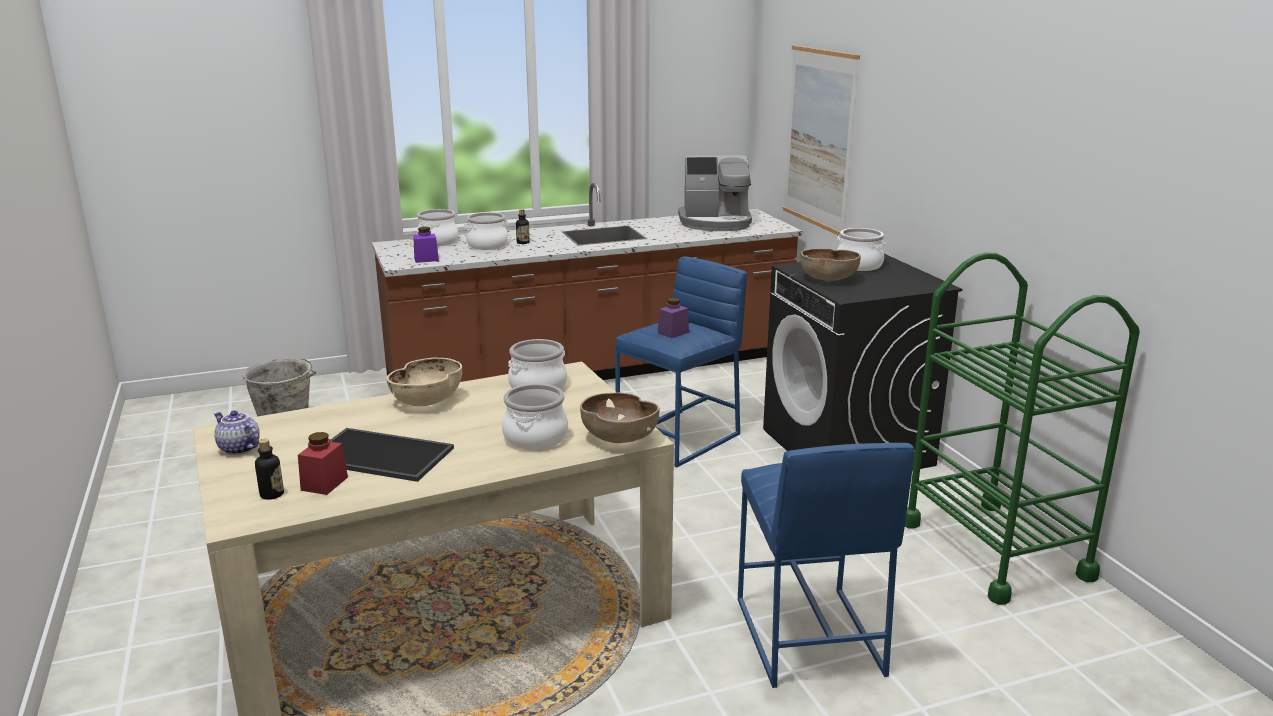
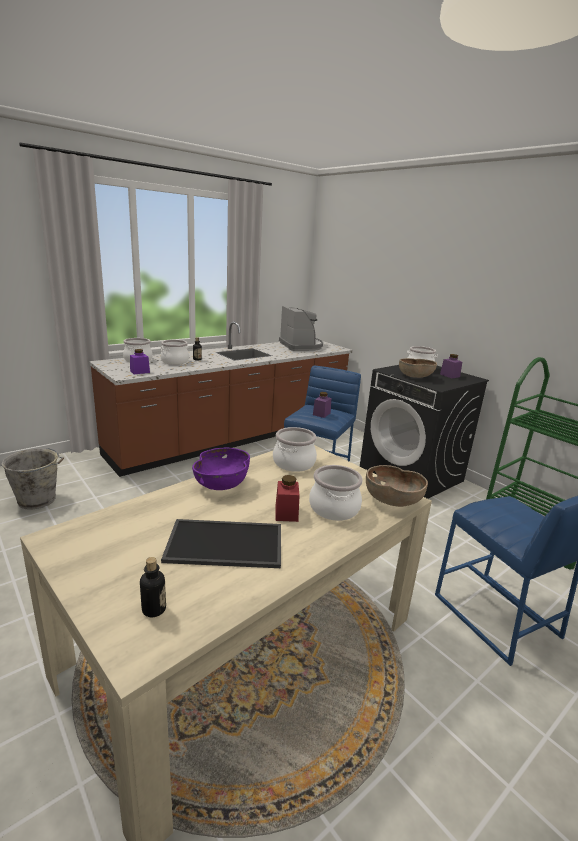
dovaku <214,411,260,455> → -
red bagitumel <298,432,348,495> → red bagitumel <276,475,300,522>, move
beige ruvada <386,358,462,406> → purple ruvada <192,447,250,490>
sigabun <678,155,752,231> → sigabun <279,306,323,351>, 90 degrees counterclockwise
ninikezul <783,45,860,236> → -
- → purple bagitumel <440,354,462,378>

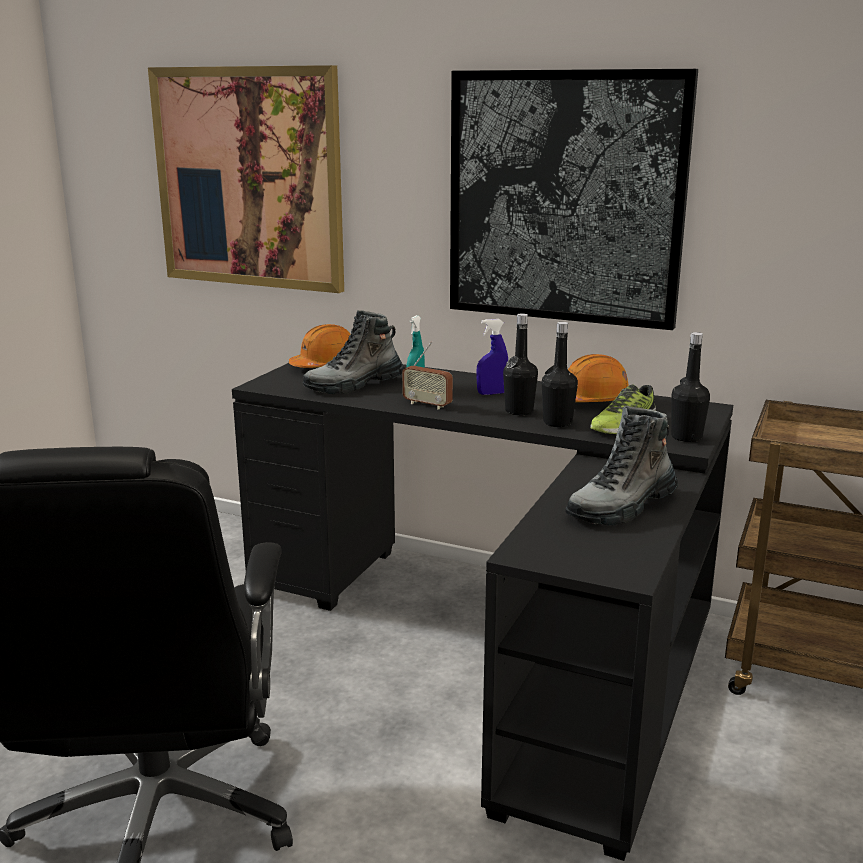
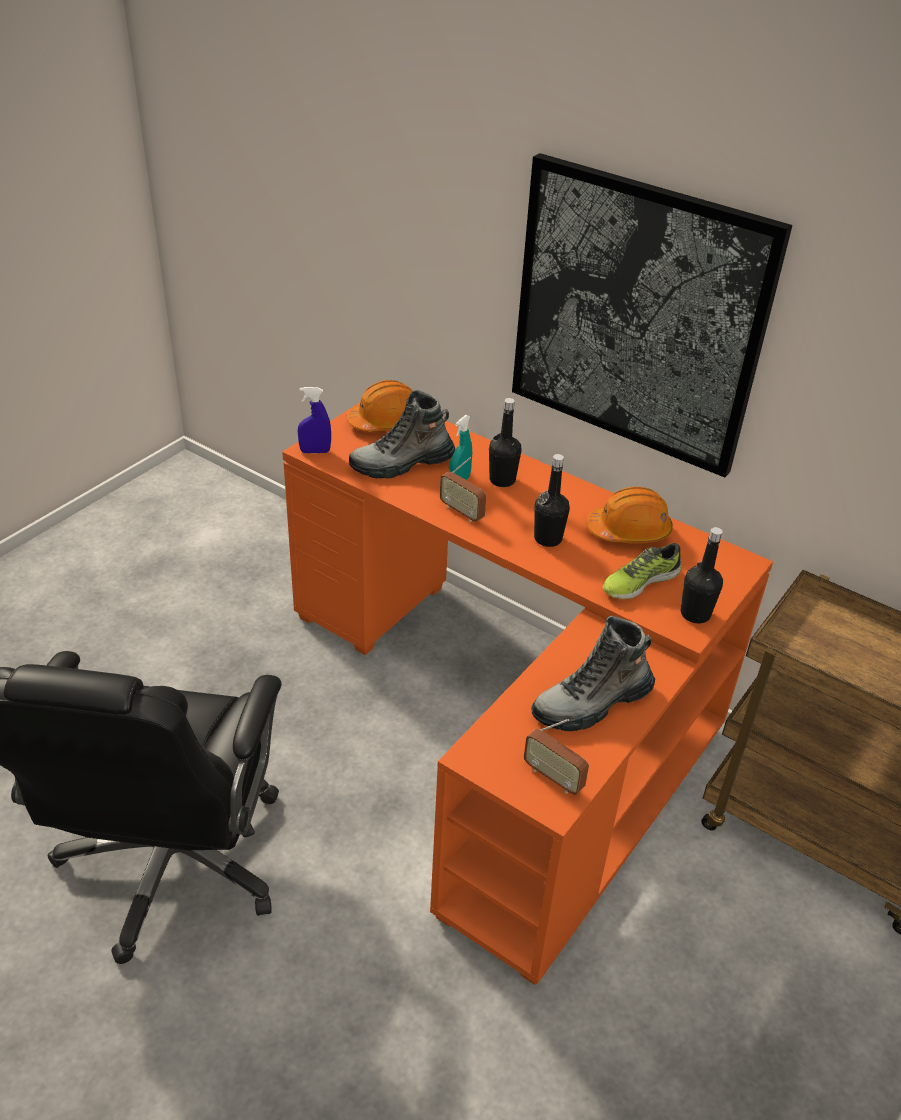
ninikezul <148,65,344,293> → -
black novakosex <232,363,733,861> → orange novakosex <282,403,773,985>
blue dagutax <476,319,508,395> → blue dagutax <298,387,331,453>, move
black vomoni <542,322,578,427> → black vomoni <489,398,522,487>, move
- → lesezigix <524,719,589,795>

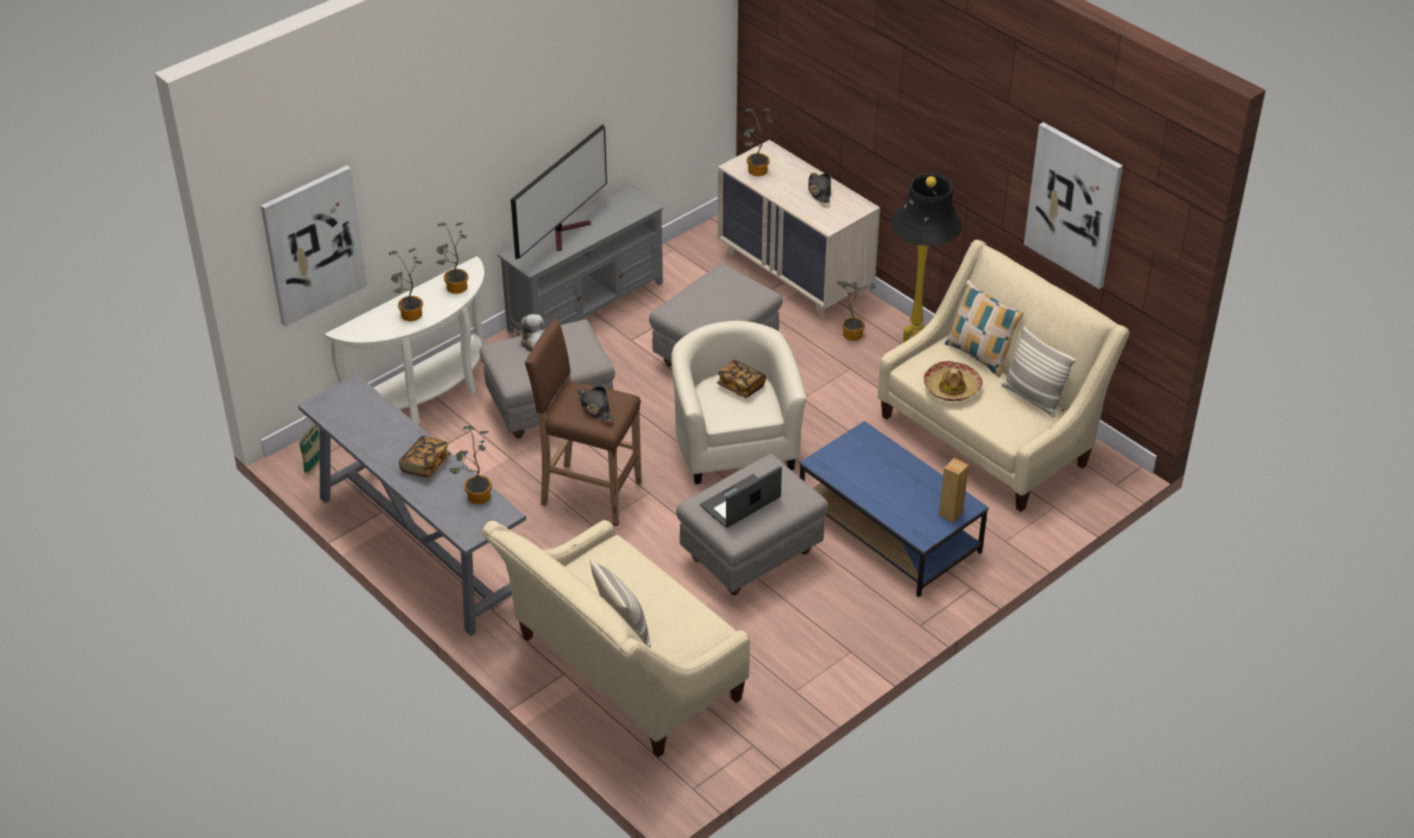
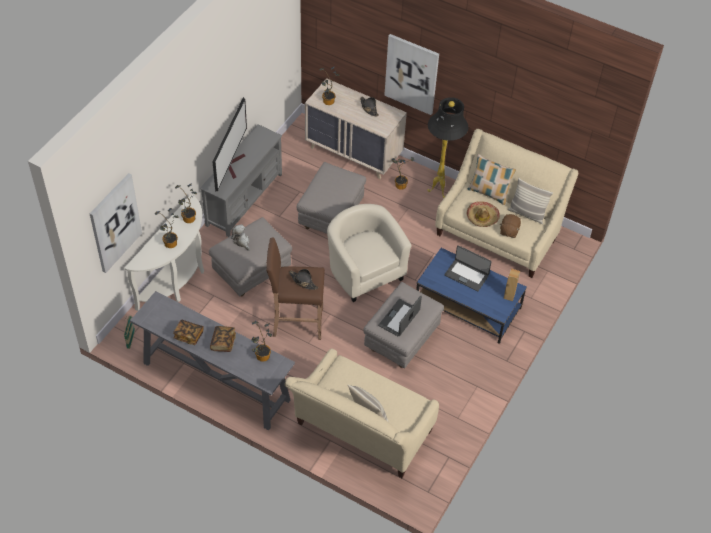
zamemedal <717,360,766,398> → zamemedal <173,320,204,345>, move
ninikezul <1024,122,1123,289> → ninikezul <384,34,439,115>, move
- → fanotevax <444,245,492,291>
- → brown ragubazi <500,214,521,238>

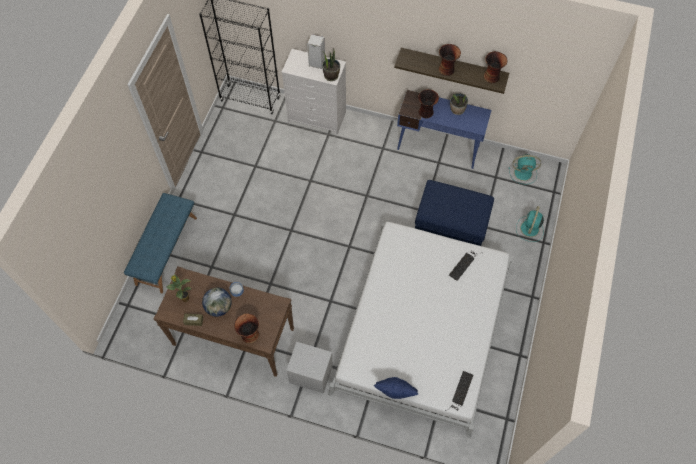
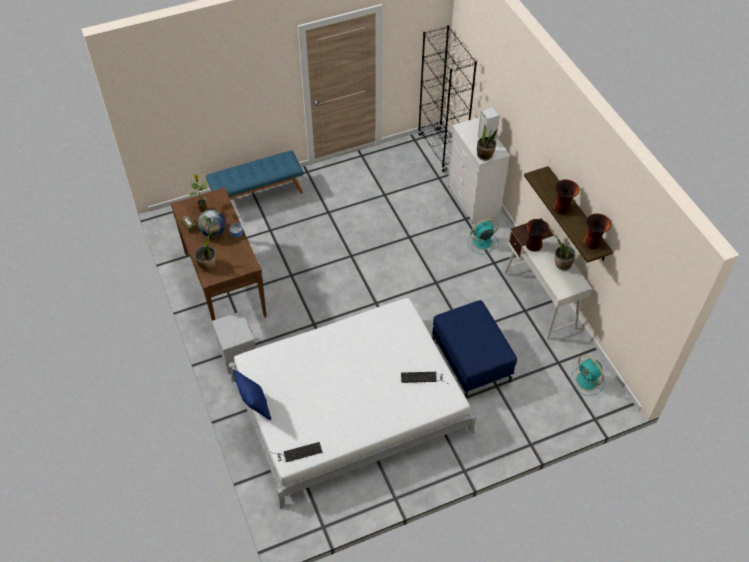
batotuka <234,313,259,344> → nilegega <194,235,216,271>
blue novakosex <397,90,491,169> → white novakosex <504,218,592,340>
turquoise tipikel <516,206,544,242> → turquoise tipikel <467,219,499,254>, move

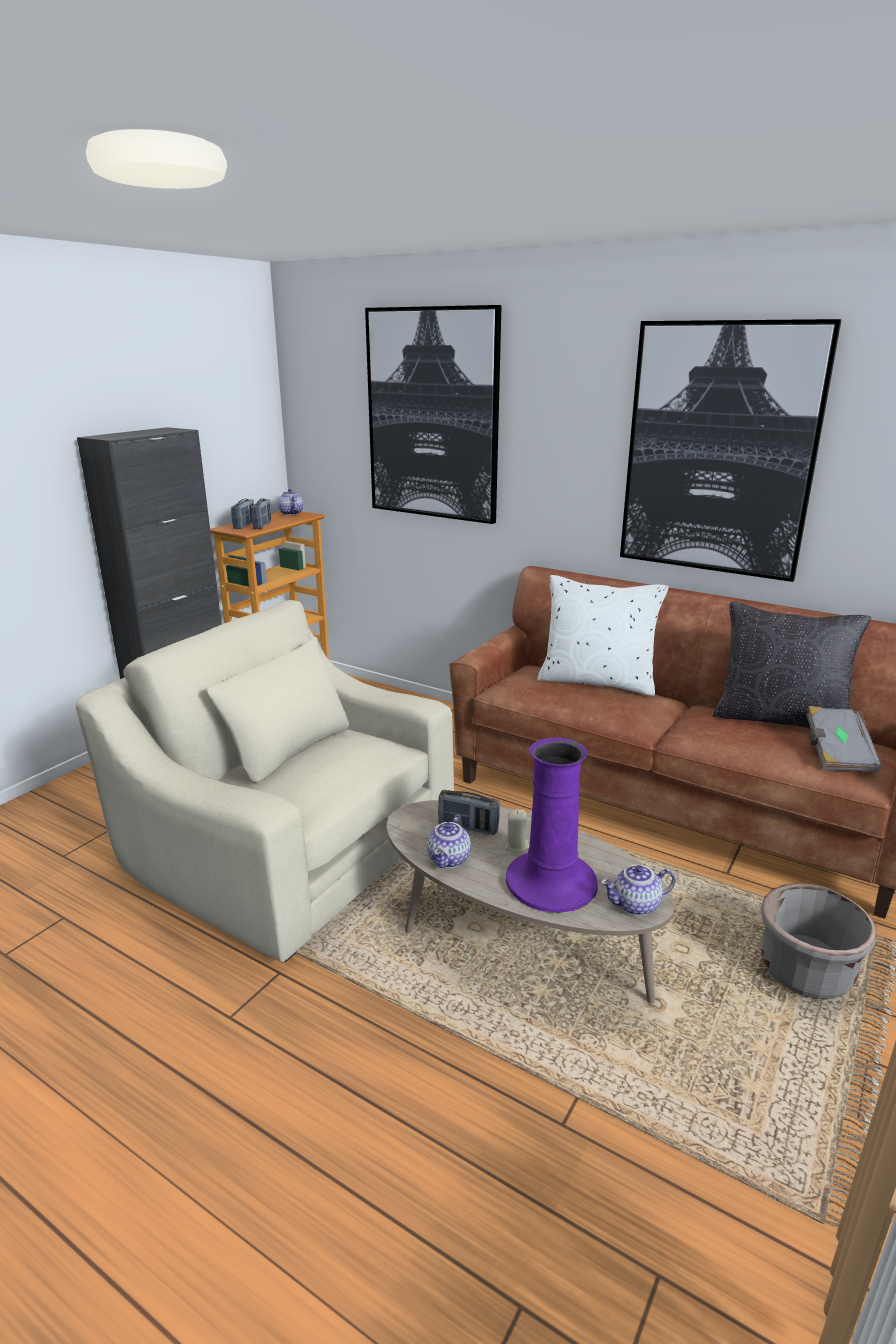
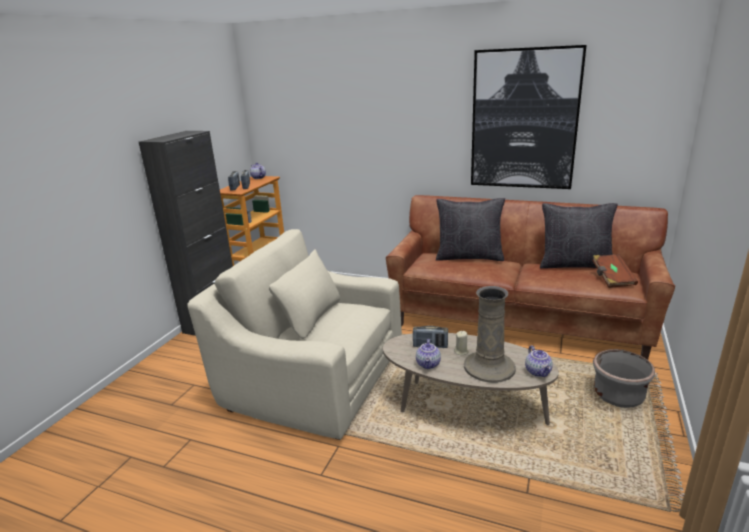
ninikezul <365,305,502,524> → -
purple batotuka <506,738,598,913> → beige batotuka <464,286,516,383>
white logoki <537,575,669,696> → black logoki <436,198,505,261>
dovaku <601,865,675,916> → dovaku <525,345,553,377>, 75 degrees counterclockwise
grey zamemedal <806,706,881,772> → brown zamemedal <592,254,638,288>

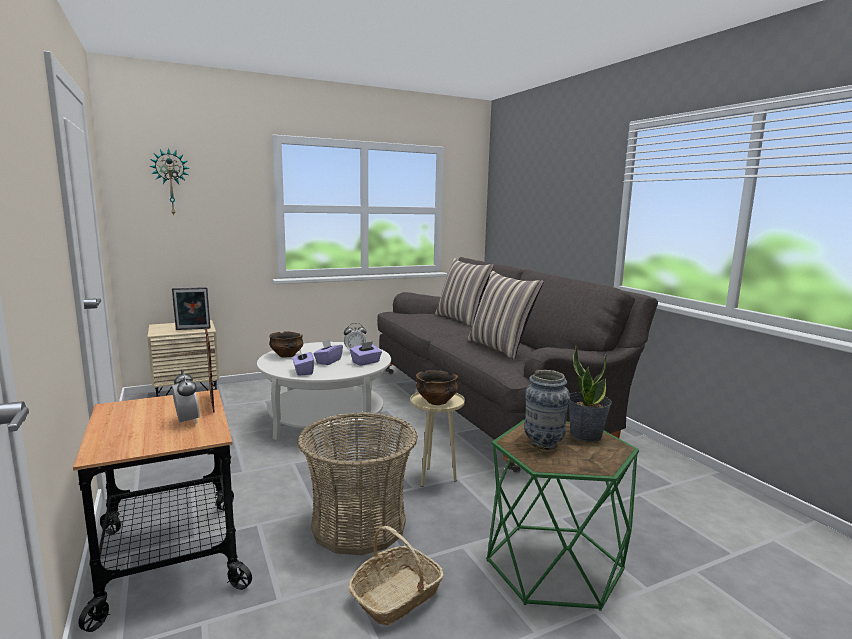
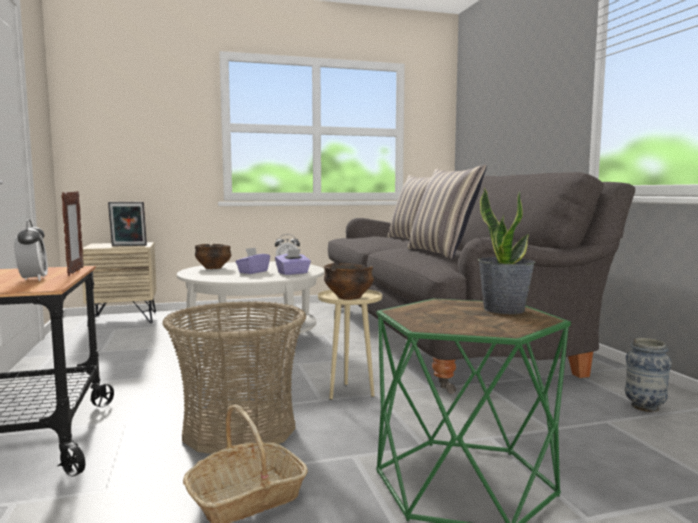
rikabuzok <149,148,189,216> → -
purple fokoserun <292,350,314,376> → -
batotuka <524,370,570,450> → batotuka <625,338,672,412>, move

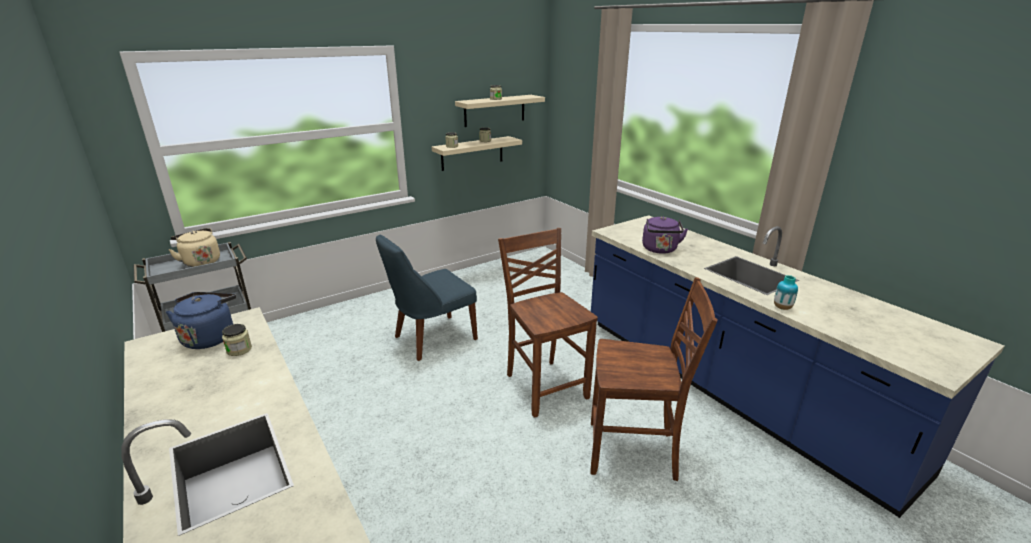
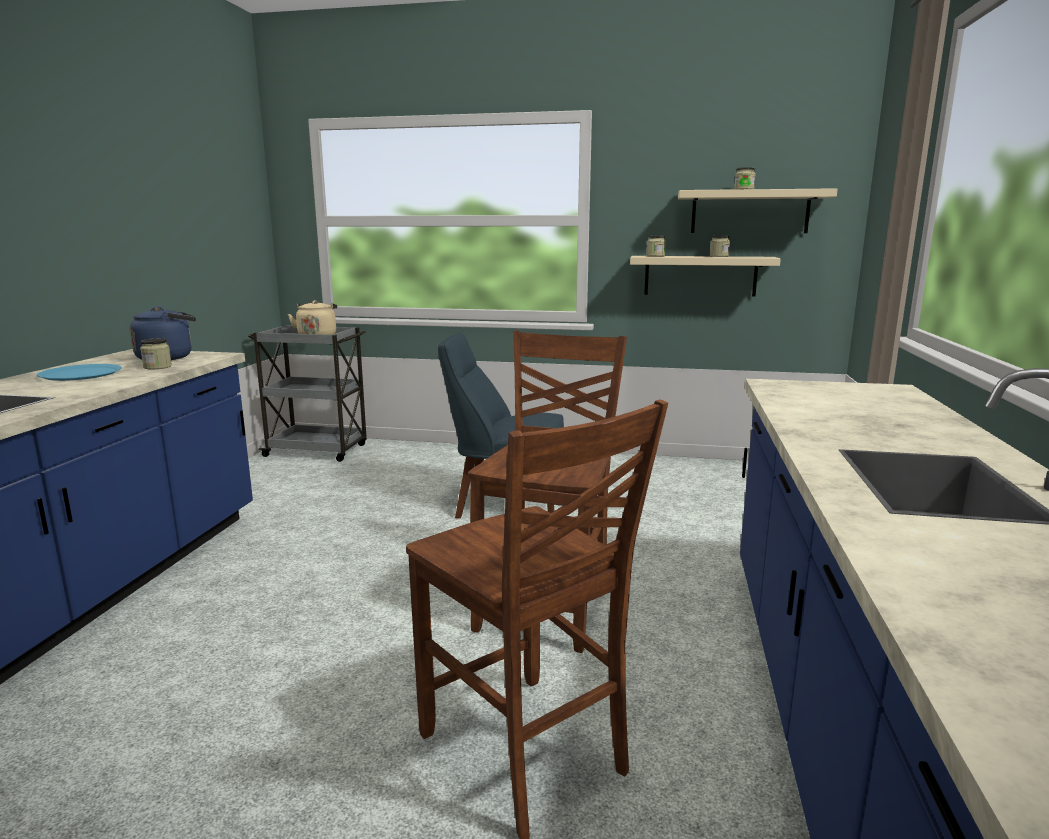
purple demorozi <642,216,688,254> → -
batotuka <774,275,798,310> → -
- → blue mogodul <37,364,122,381>

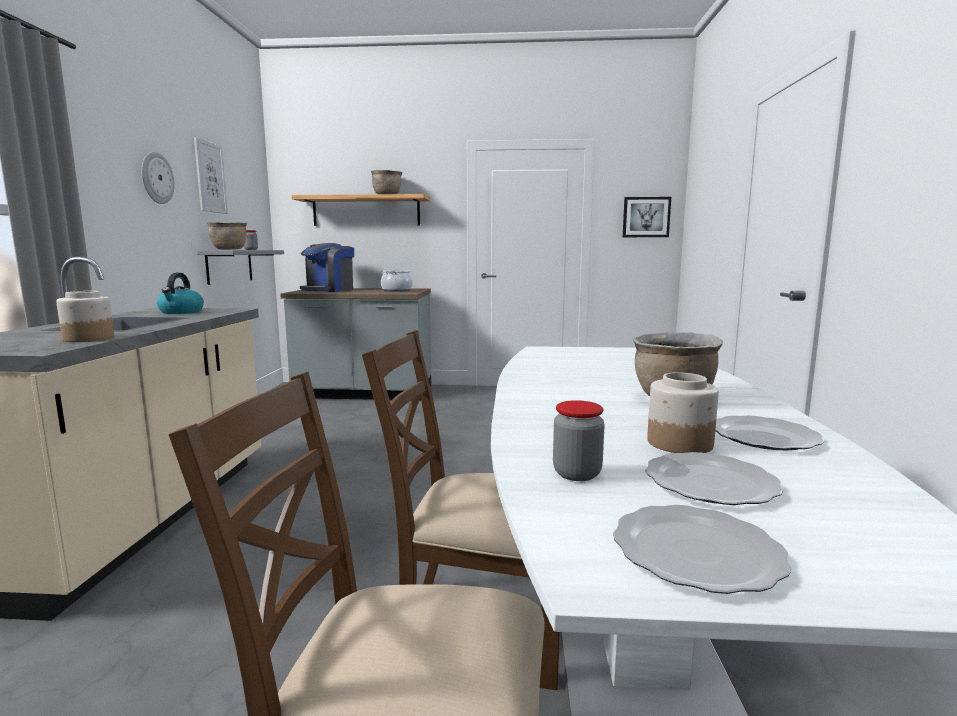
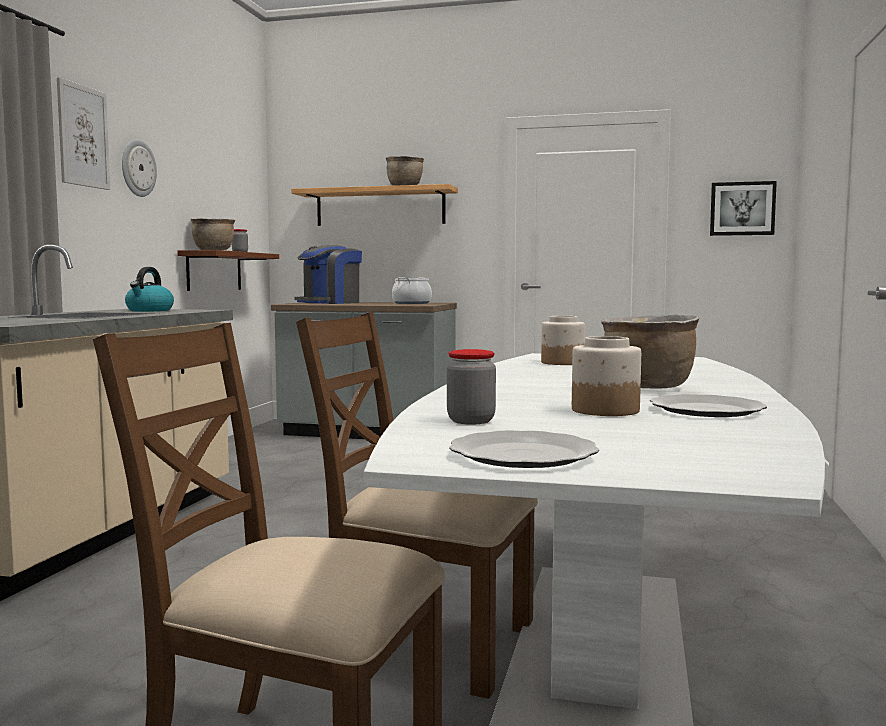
bagitumel <56,291,114,342> → bagitumel <541,316,585,365>, move
ninikezul <194,137,228,214> → ninikezul <57,77,110,190>, move
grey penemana <197,250,284,285> → brown penemana <177,250,279,291>
mogodul <645,452,783,505> → -

